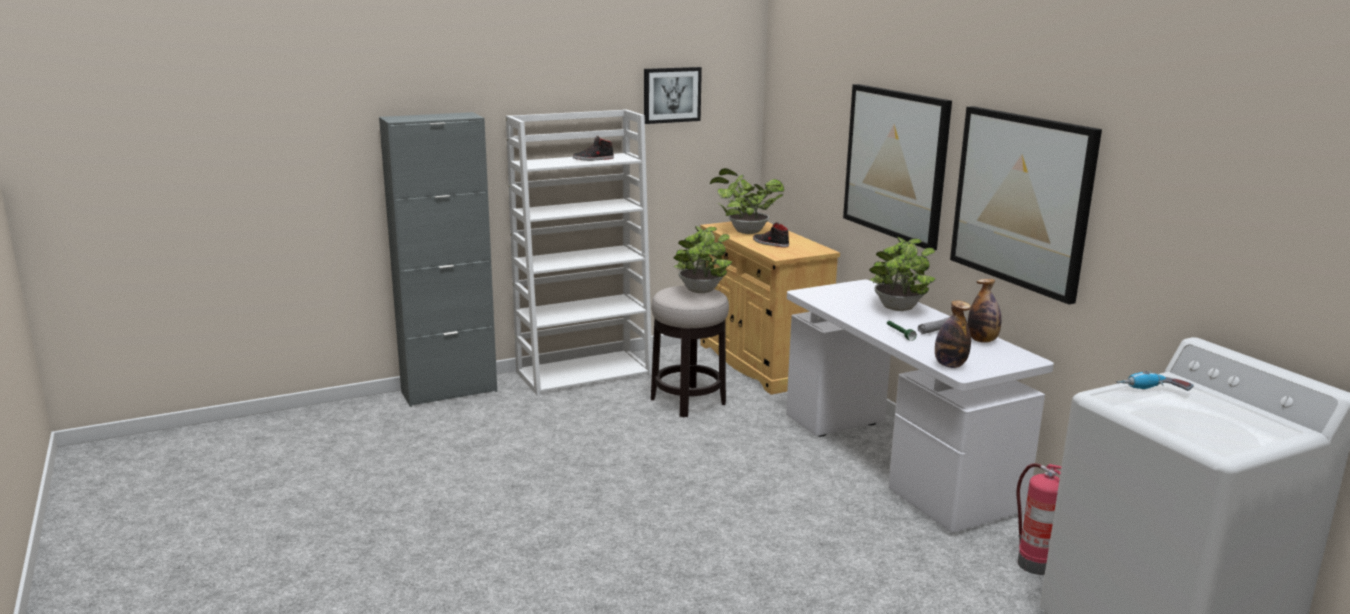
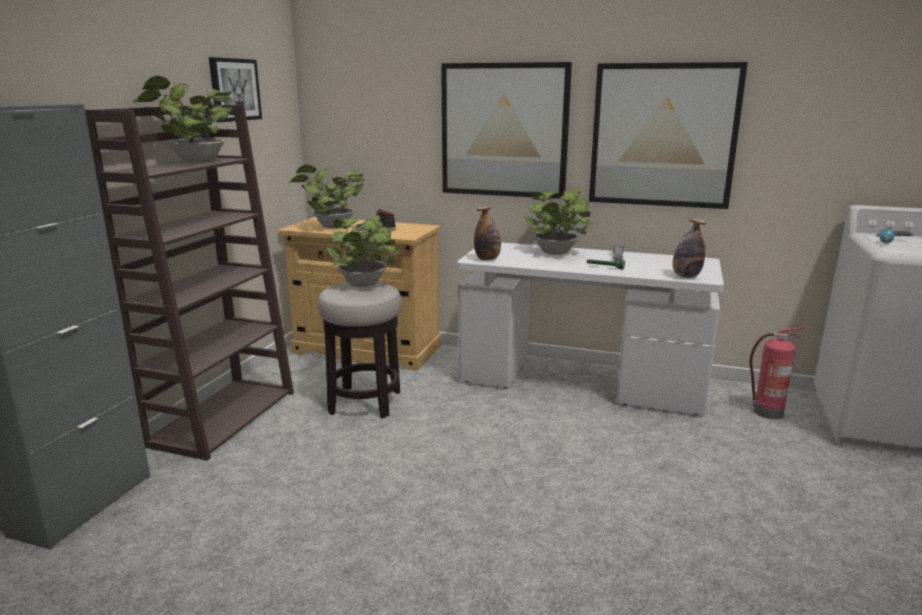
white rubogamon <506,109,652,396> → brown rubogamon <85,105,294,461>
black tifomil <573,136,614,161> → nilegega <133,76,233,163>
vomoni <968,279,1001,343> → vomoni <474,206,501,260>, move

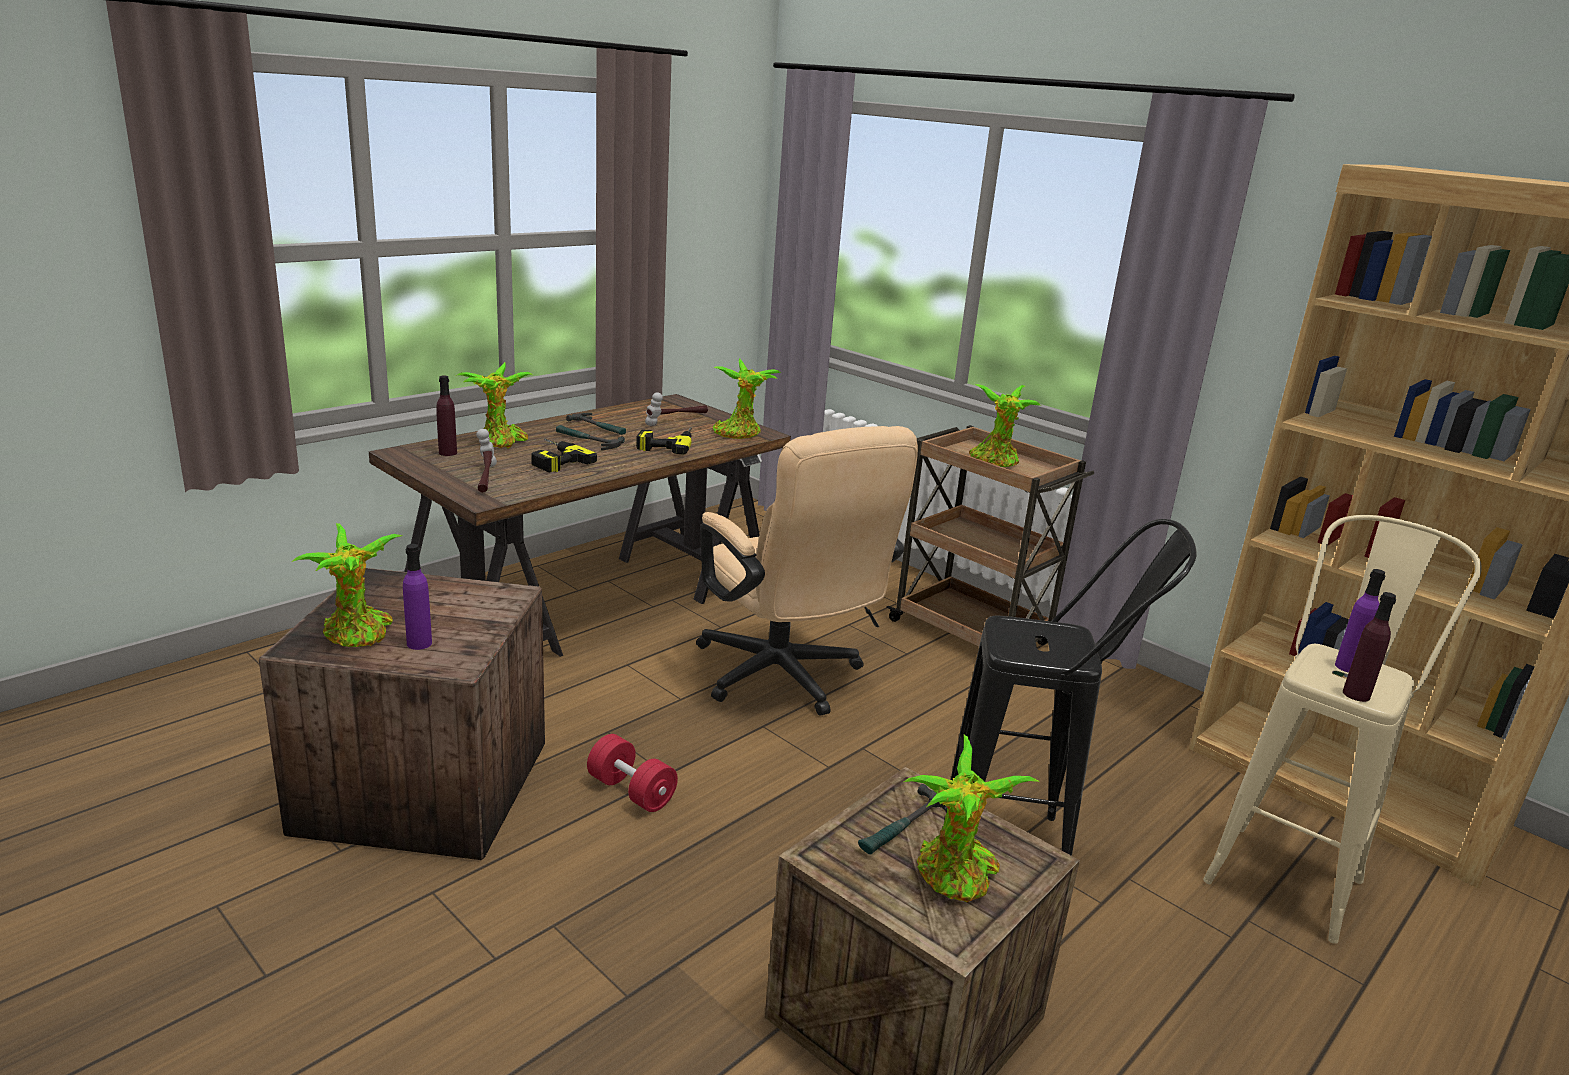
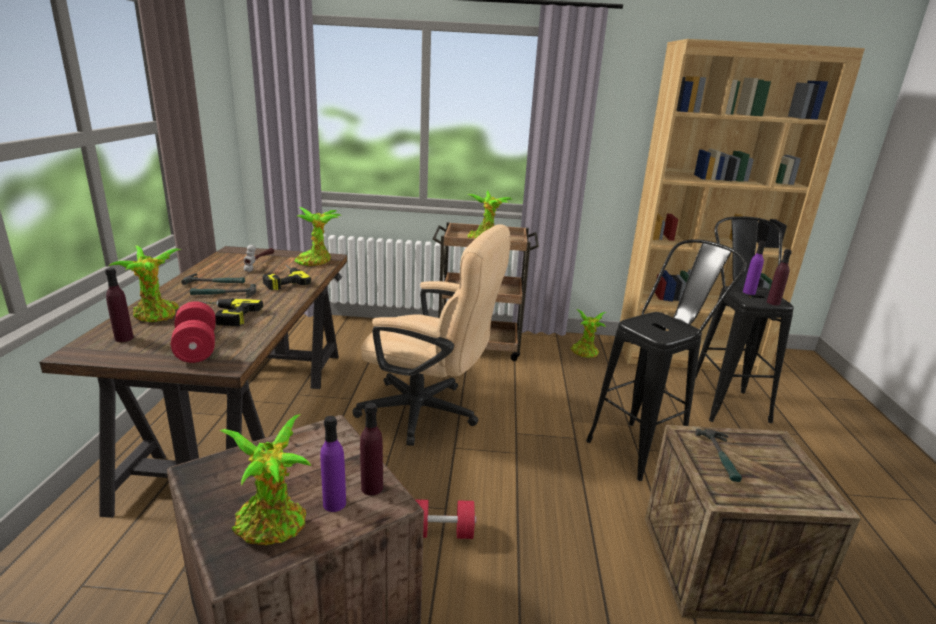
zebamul <476,429,497,492> → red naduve <171,301,216,363>
nilegega <904,735,1040,902> → nilegega <571,309,607,358>, move
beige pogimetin <1203,515,1482,944> → black pogimetin <695,216,794,423>
- → purple vomoni <360,403,383,496>

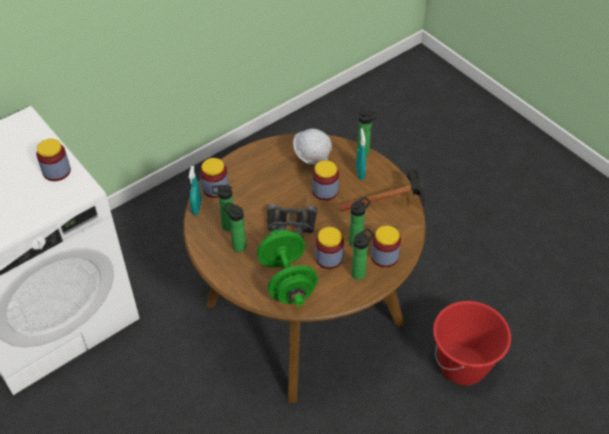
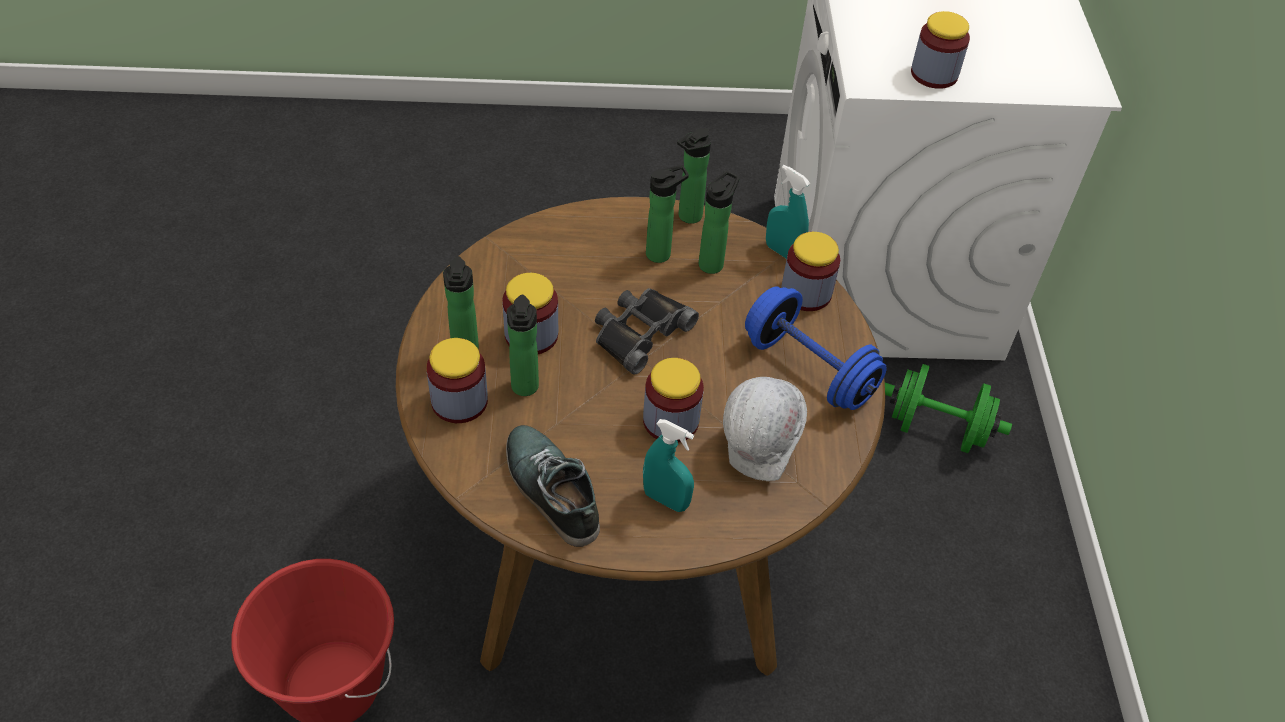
green naduve <257,229,318,306> → green naduve <885,364,1012,453>, move
zebamul <339,170,424,212> → tifomil <506,425,600,547>
vomoni <357,110,378,156> → vomoni <677,128,711,224>, move
- → blue naduve <745,286,886,410>

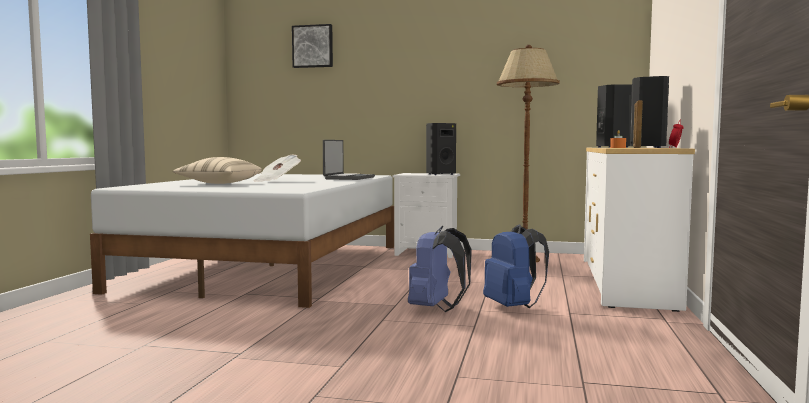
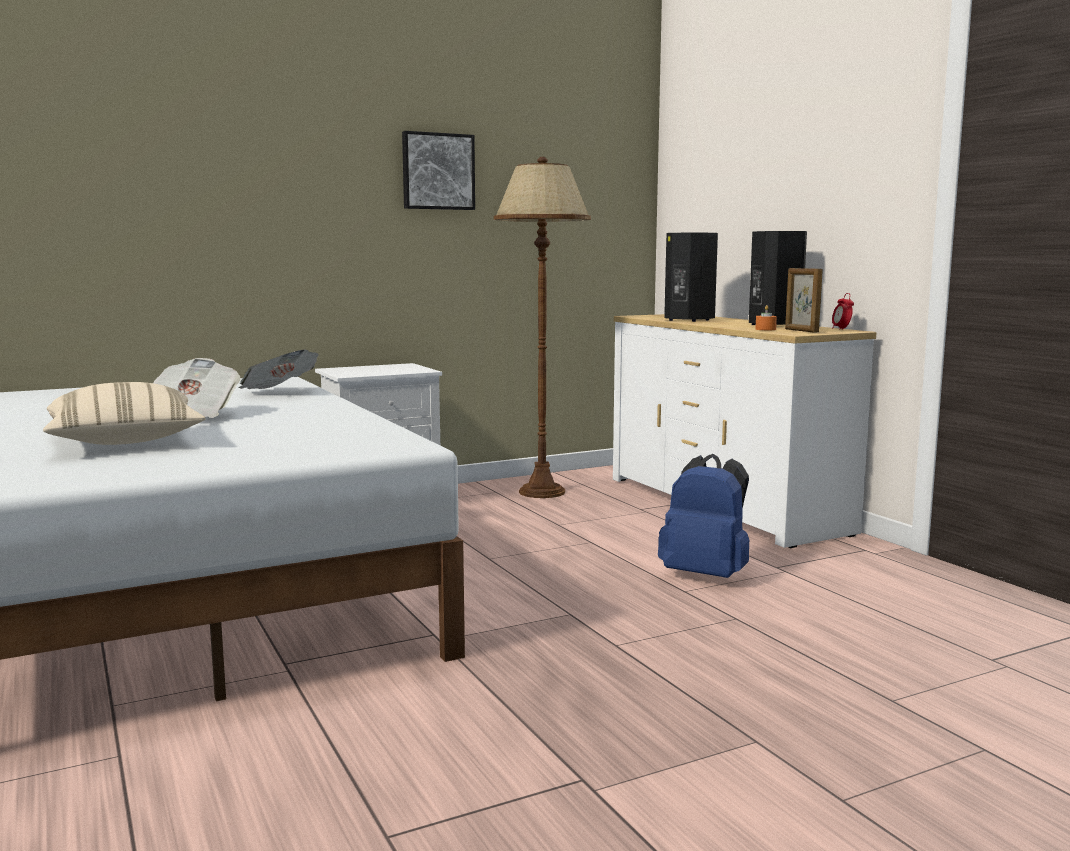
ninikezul <292,24,333,68> → ninikezul <402,131,475,210>, move
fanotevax <323,140,375,180> → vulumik <238,349,319,389>
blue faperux <408,226,472,312> → -
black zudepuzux <426,123,456,175> → -

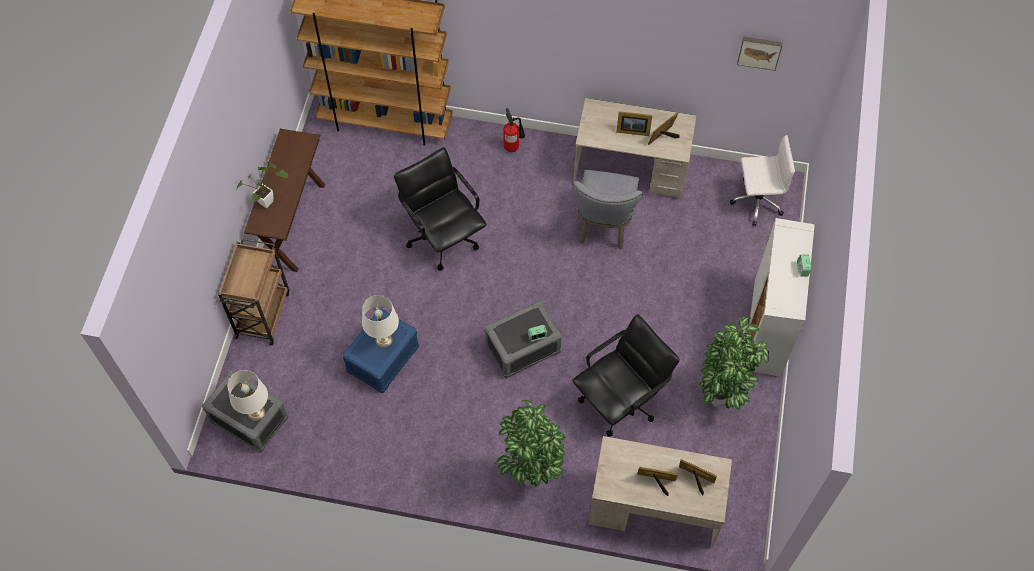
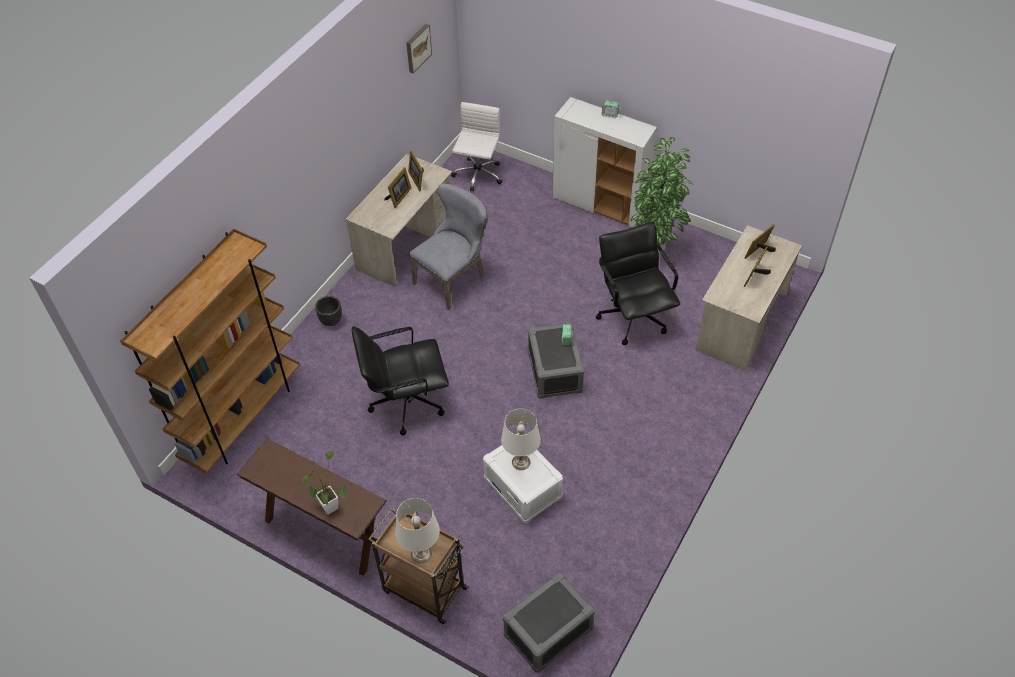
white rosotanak <228,370,268,421> → white rosotanak <395,498,440,564>, move
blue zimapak <342,308,419,393> → white zimapak <483,433,563,523>
nilegega <495,400,567,487> → -
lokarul <503,108,525,152> → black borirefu <315,296,342,326>
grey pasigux <572,170,643,249> → grey pasigux <409,183,488,311>, 75 degrees counterclockwise

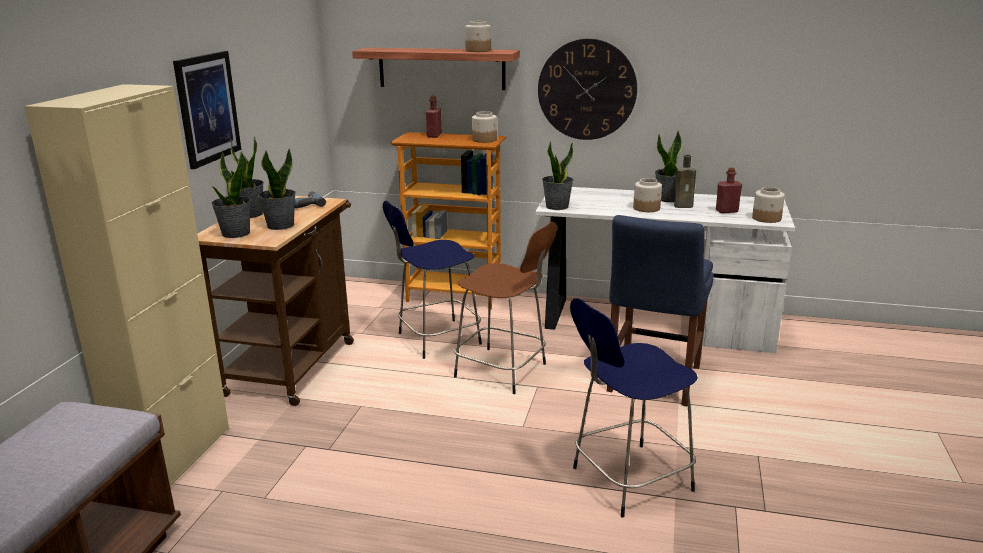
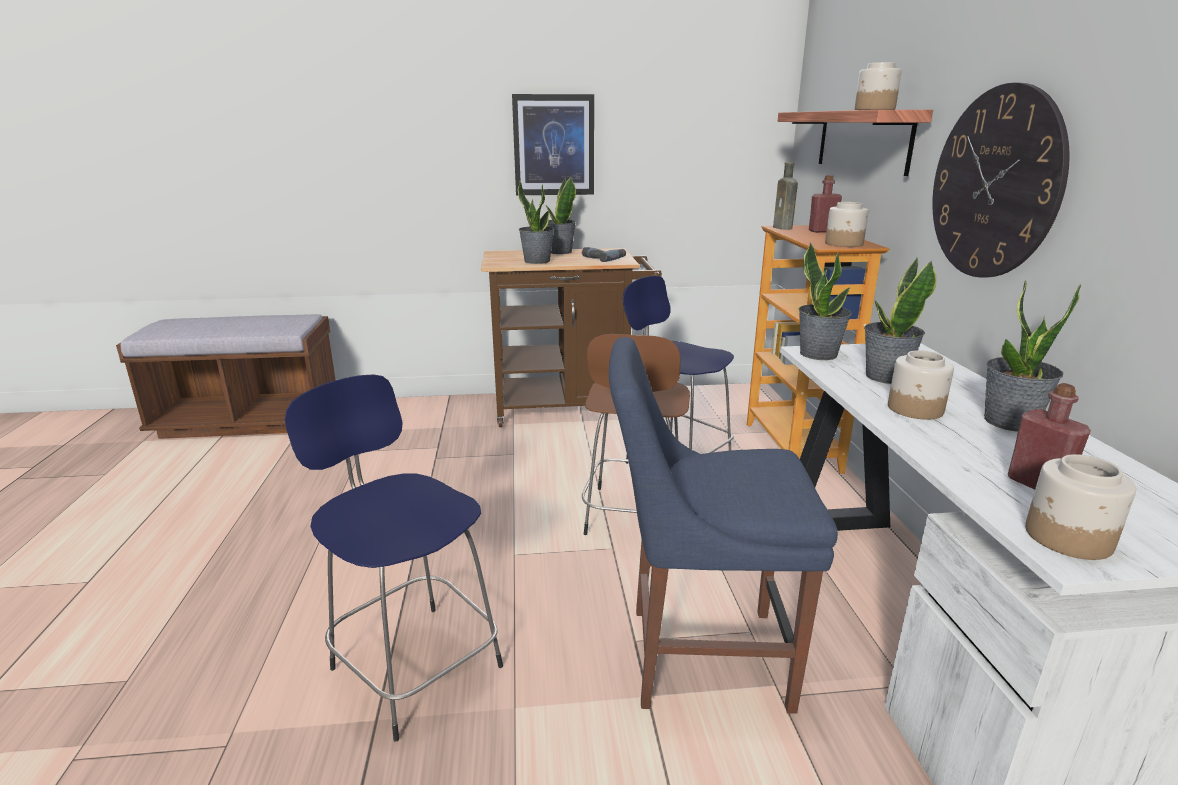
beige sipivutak <24,84,229,487> → -
nilegega <211,151,251,238> → nilegega <864,258,936,384>, move
brown vomoni <674,155,696,208> → brown vomoni <773,162,798,230>, move

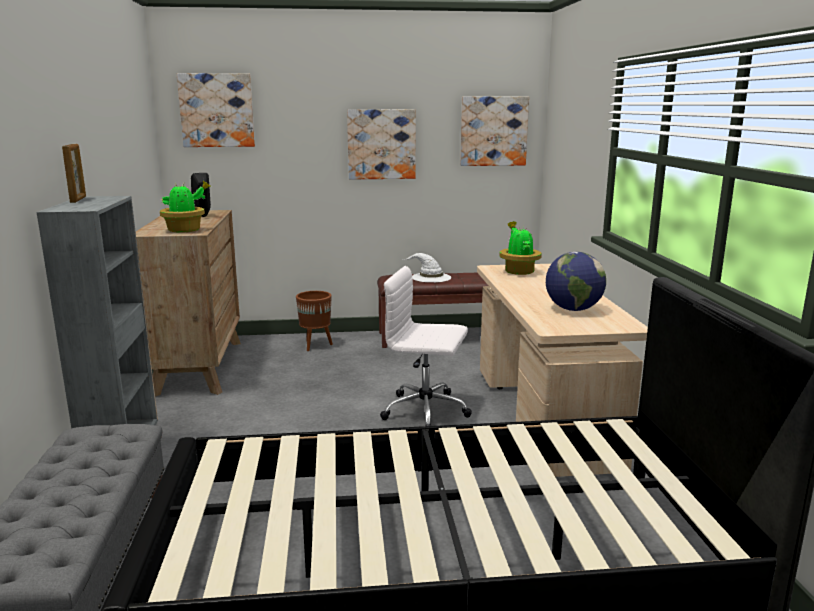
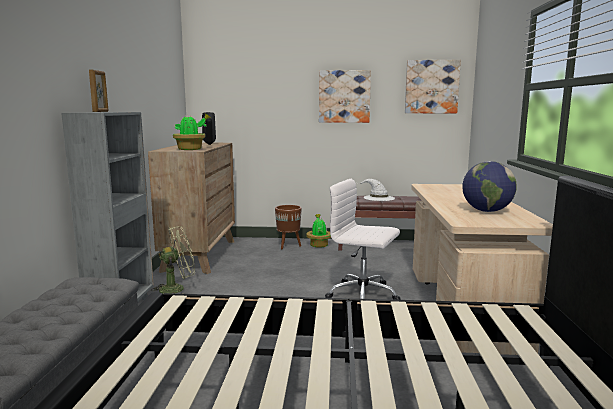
ninikezul <177,73,255,147> → -
nilegega <499,221,542,275> → nilegega <306,214,331,248>, move
- → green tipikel <151,226,195,294>

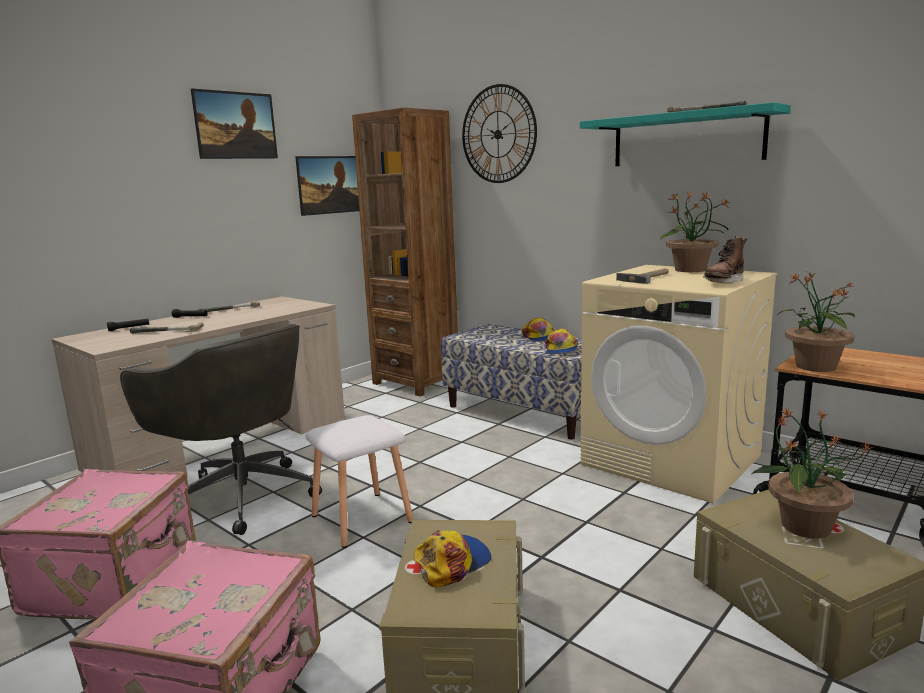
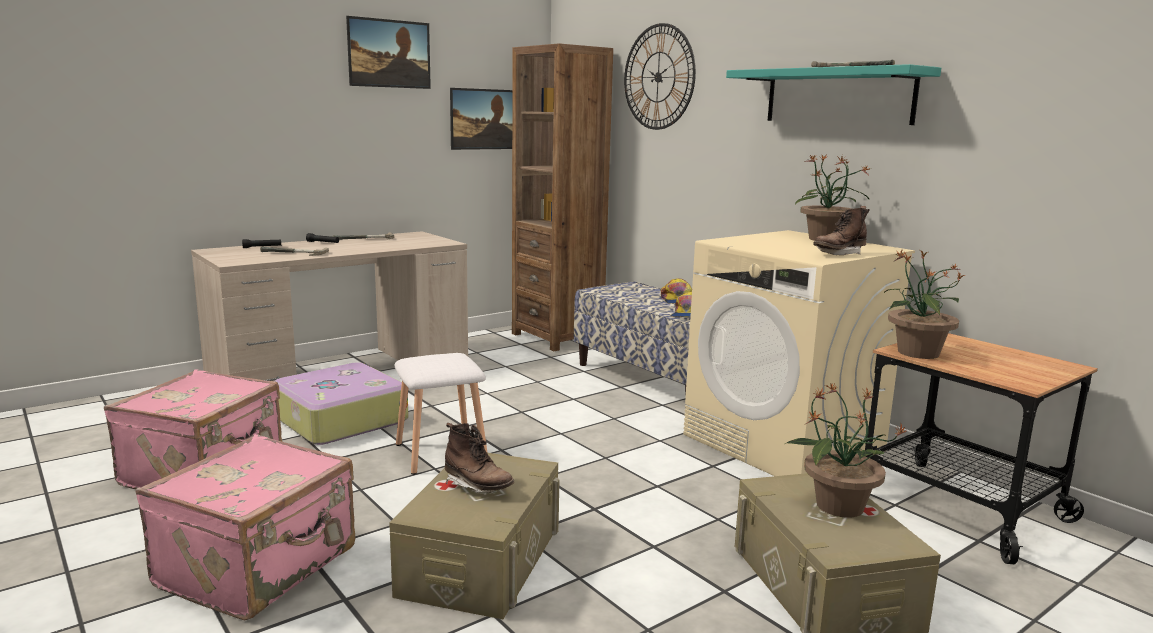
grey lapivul <120,324,322,535> → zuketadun <274,362,408,445>
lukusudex <413,530,491,587> → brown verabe <445,423,514,493>
zebamul <616,268,669,284> → -

